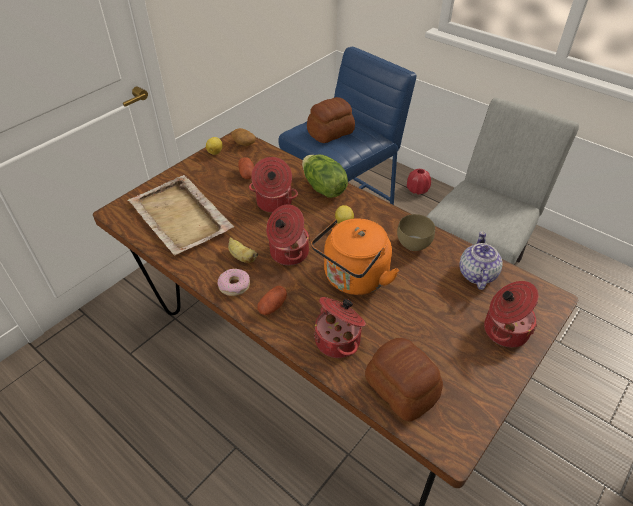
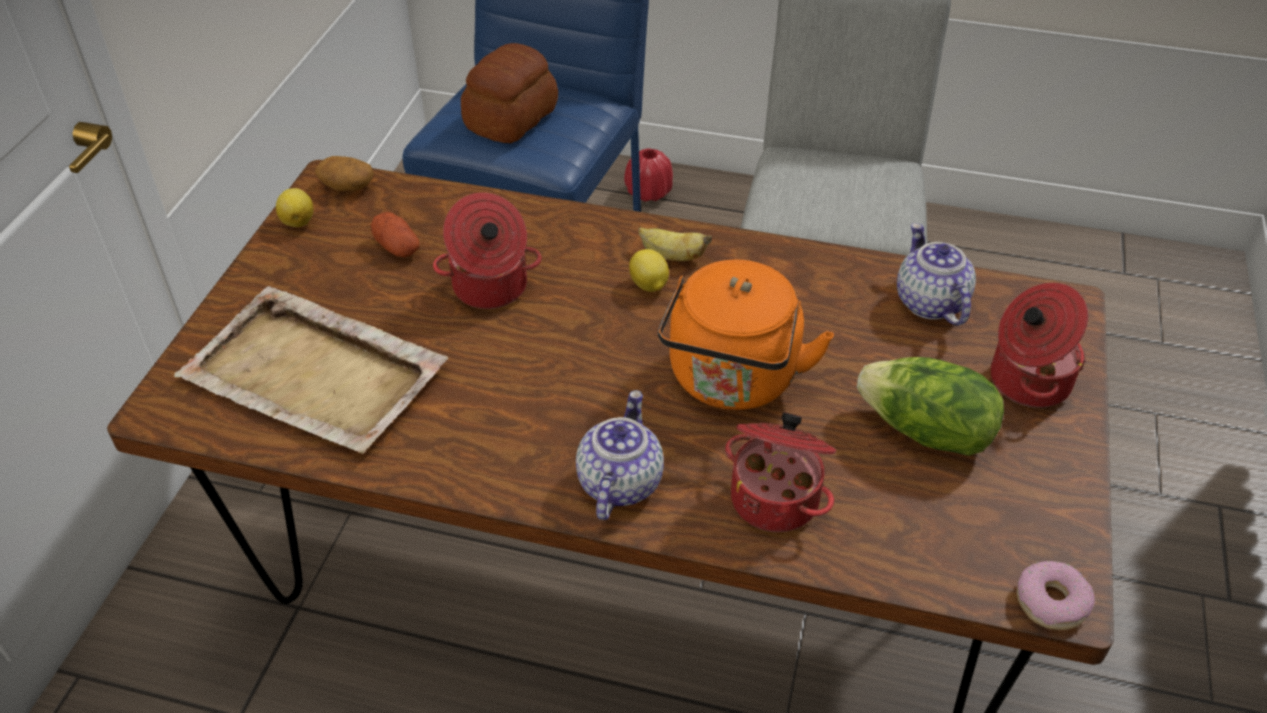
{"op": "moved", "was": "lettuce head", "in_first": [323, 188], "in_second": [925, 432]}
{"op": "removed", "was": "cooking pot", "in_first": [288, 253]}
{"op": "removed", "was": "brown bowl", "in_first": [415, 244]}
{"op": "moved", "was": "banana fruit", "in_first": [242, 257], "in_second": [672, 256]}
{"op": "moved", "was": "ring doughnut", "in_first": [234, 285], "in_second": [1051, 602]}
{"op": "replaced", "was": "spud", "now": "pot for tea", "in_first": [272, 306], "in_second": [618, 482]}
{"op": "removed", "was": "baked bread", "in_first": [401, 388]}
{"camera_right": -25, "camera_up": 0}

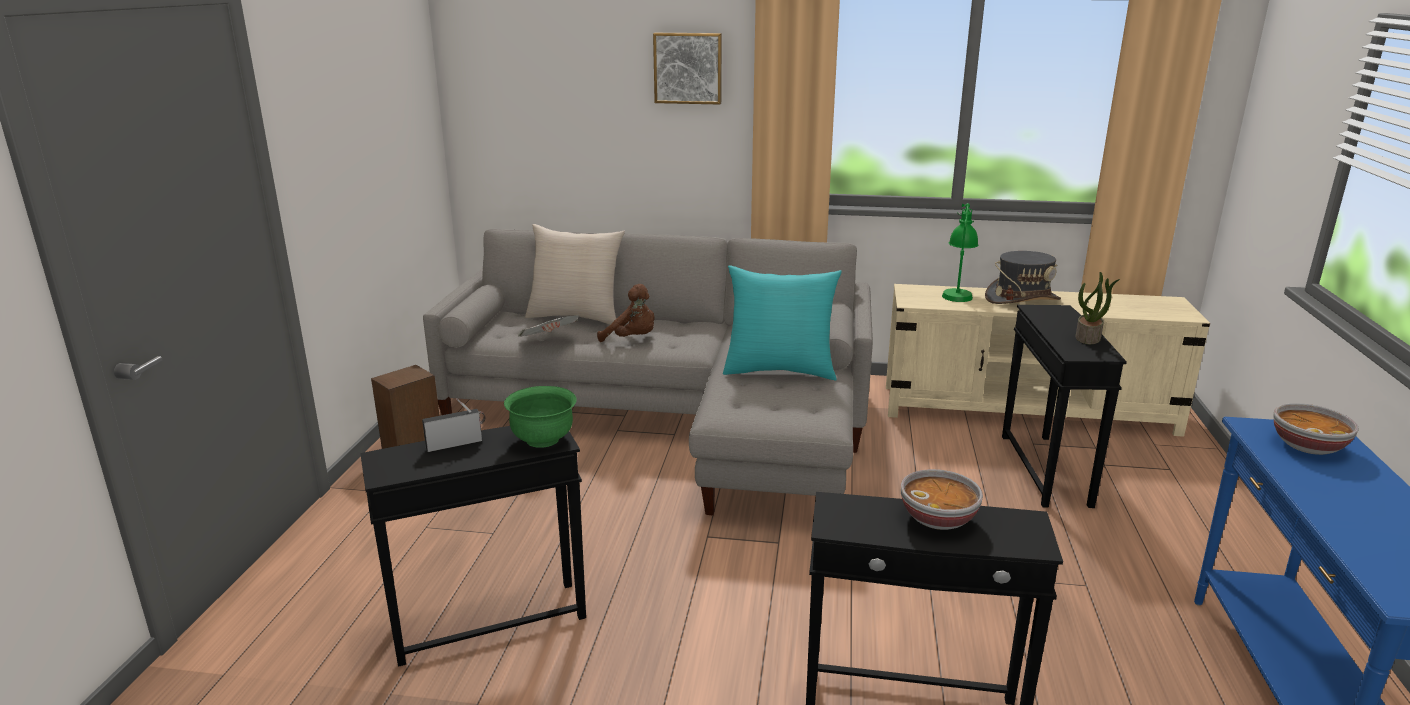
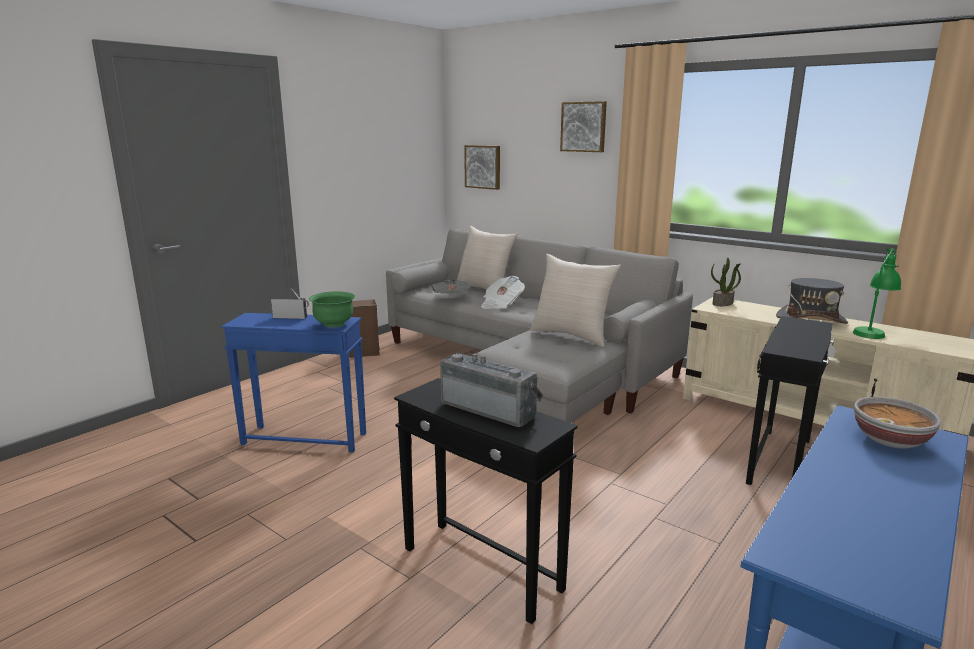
{"op": "moved", "was": "green table lamp", "in_first": [957, 292], "in_second": [872, 331]}
{"op": "recoloured", "was": "turquoise-coloured pillow", "now": "beige-coloured pillow", "in_first": [780, 370], "in_second": [572, 335]}
{"op": "moved", "was": "potted plant", "in_first": [1088, 338], "in_second": [722, 303]}
{"op": "replaced", "was": "brown soft toy", "now": "printed paper", "in_first": [632, 339], "in_second": [501, 304]}
{"op": "recoloured", "was": "black end table", "now": "blue-coloured end table", "in_first": [488, 621], "in_second": [304, 438]}
{"op": "replaced", "was": "bowl", "now": "radio", "in_first": [938, 518], "in_second": [491, 408]}
{"op": "added", "now": "wall art", "in_second": [483, 167]}
{"camera_right": 30, "camera_up": -5}

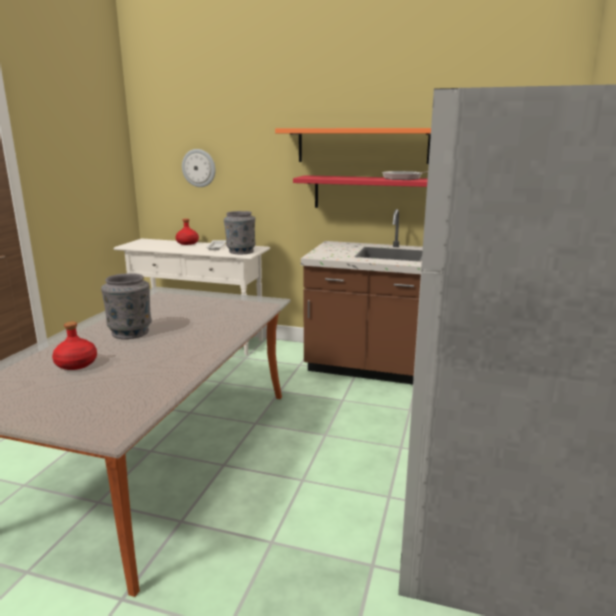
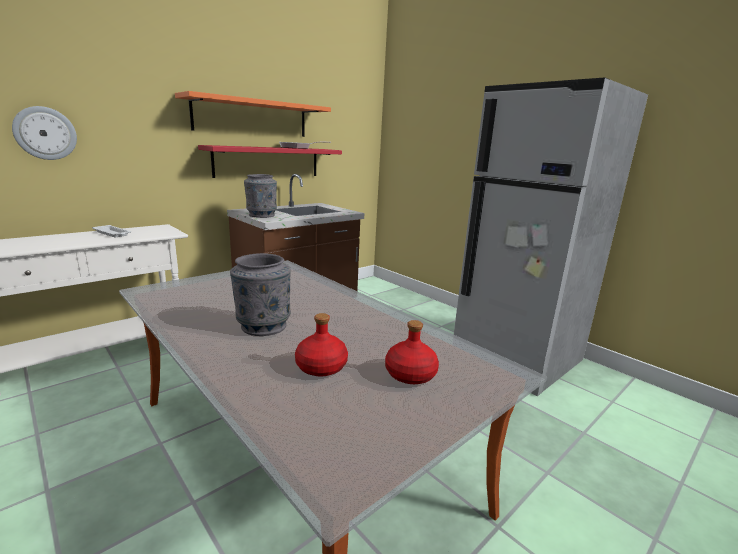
{"op": "moved", "was": "gray vase", "in_first": [240, 251], "in_second": [261, 215]}
{"op": "moved", "was": "red-coloured beverage bottle", "in_first": [187, 243], "in_second": [411, 374]}
{"camera_right": -60, "camera_up": 0}

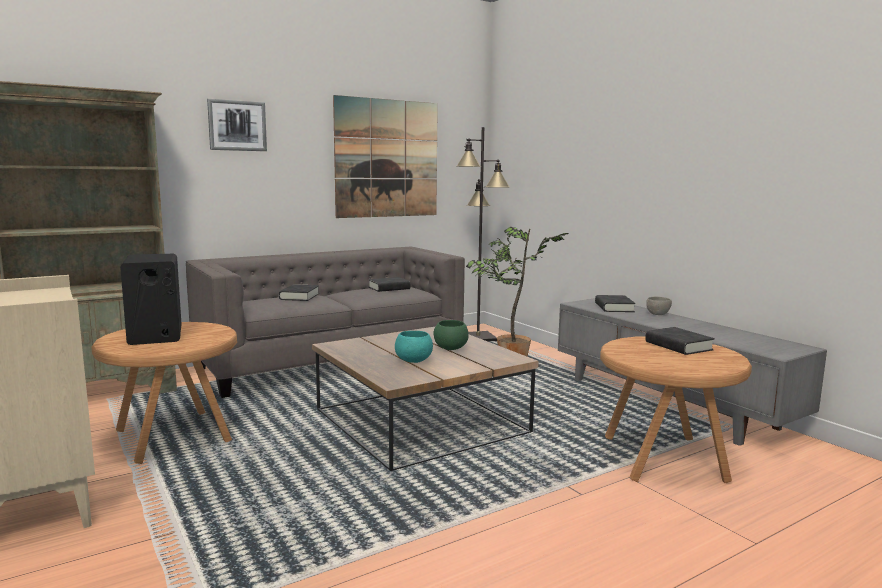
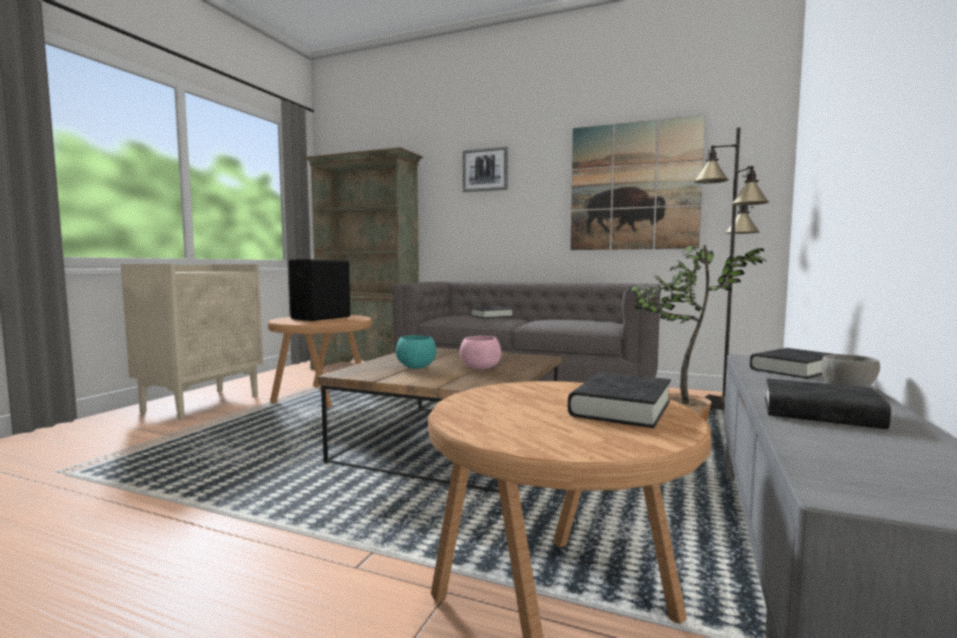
{"op": "moved", "was": "black bound book", "in_first": [389, 288], "in_second": [820, 413]}
{"op": "recoloured", "was": "green bowl", "now": "pink bowl", "in_first": [450, 349], "in_second": [480, 368]}
{"camera_right": 55, "camera_up": -5}

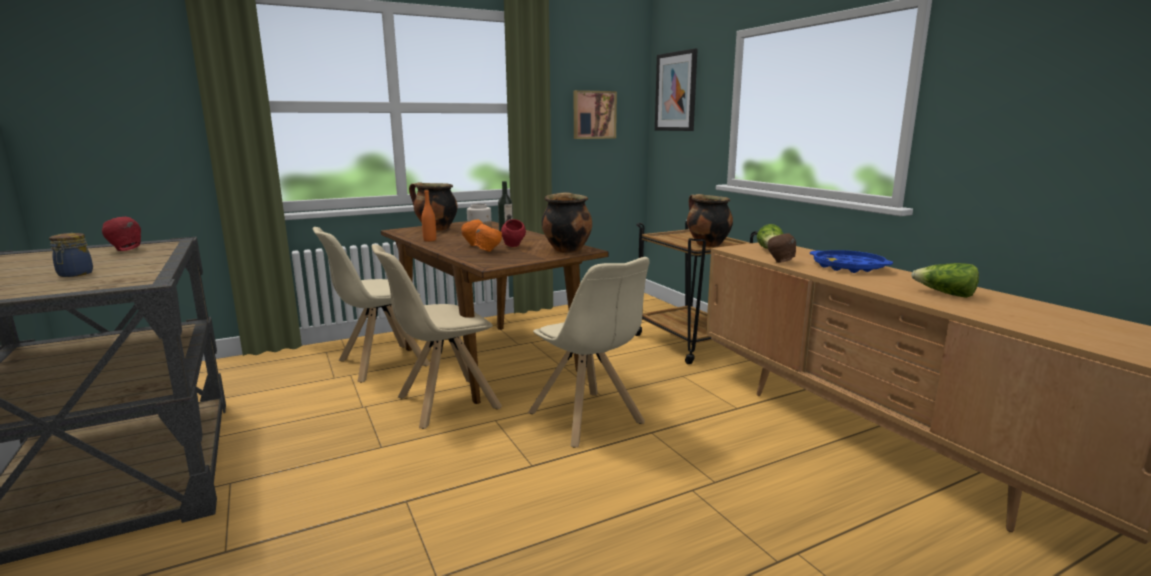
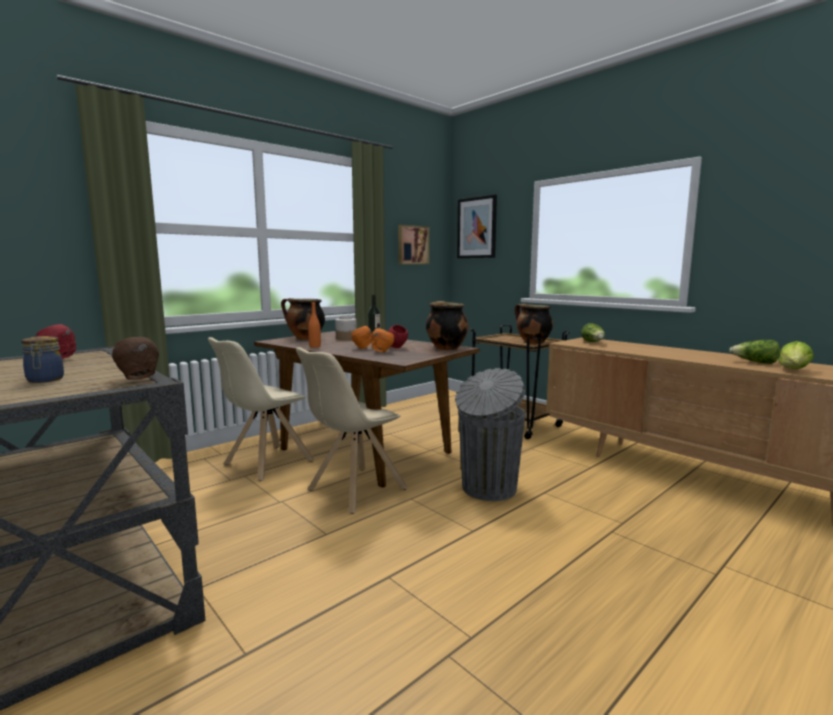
{"op": "moved", "was": "brown bowl", "in_first": [780, 262], "in_second": [138, 379]}
{"op": "removed", "was": "blue-coloured serving tray", "in_first": [848, 267]}
{"op": "replaced", "was": "beige-coloured chair", "now": "gray waste bin", "in_first": [588, 420], "in_second": [488, 489]}
{"op": "added", "now": "lettuce head", "in_second": [793, 370]}
{"camera_right": -15, "camera_up": -5}

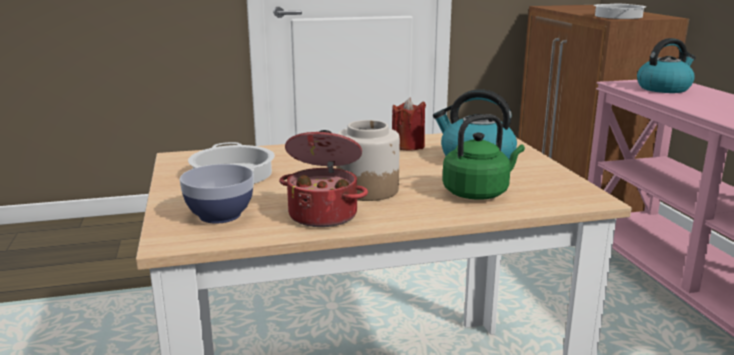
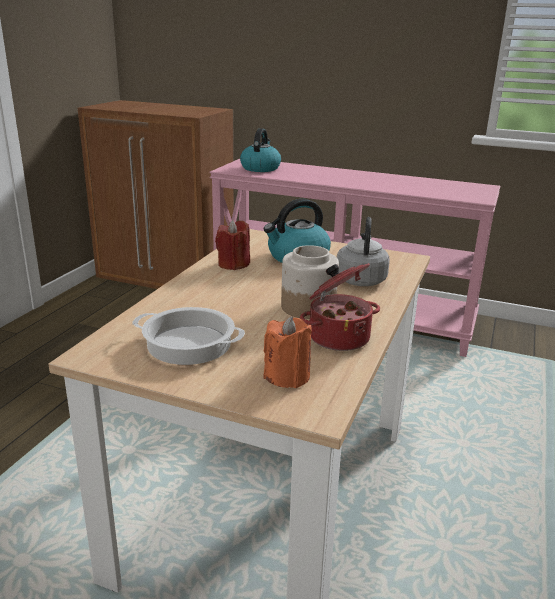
{"op": "removed", "was": "cooking pot", "in_first": [618, 16]}
{"op": "recoloured", "was": "green kettle", "now": "gray kettle", "in_first": [478, 193], "in_second": [361, 279]}
{"op": "replaced", "was": "bowl", "now": "orangey candle", "in_first": [220, 215], "in_second": [287, 376]}
{"camera_right": -55, "camera_up": 5}

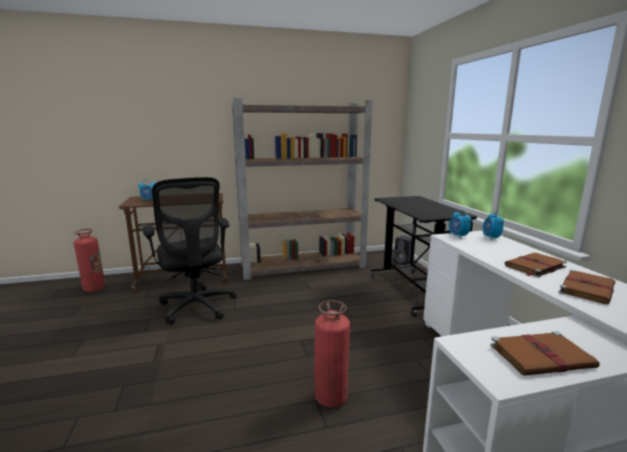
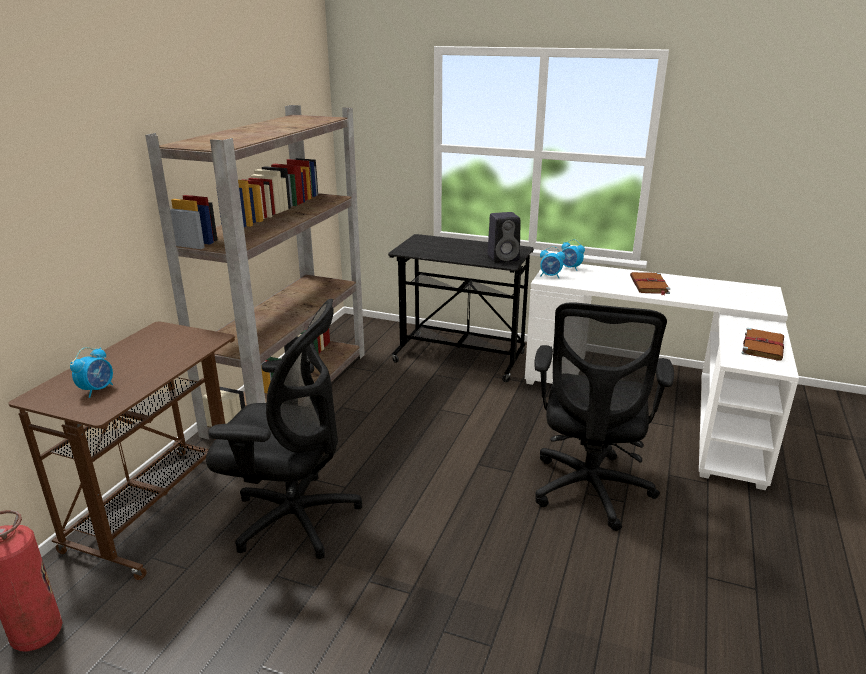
{"op": "moved", "was": "black audio speaker", "in_first": [404, 261], "in_second": [504, 258]}
{"op": "removed", "was": "brown bound book", "in_first": [587, 288]}
{"op": "replaced", "was": "fire extinguisher", "now": "black office chair", "in_first": [330, 397], "in_second": [588, 483]}
{"camera_right": -55, "camera_up": 10}

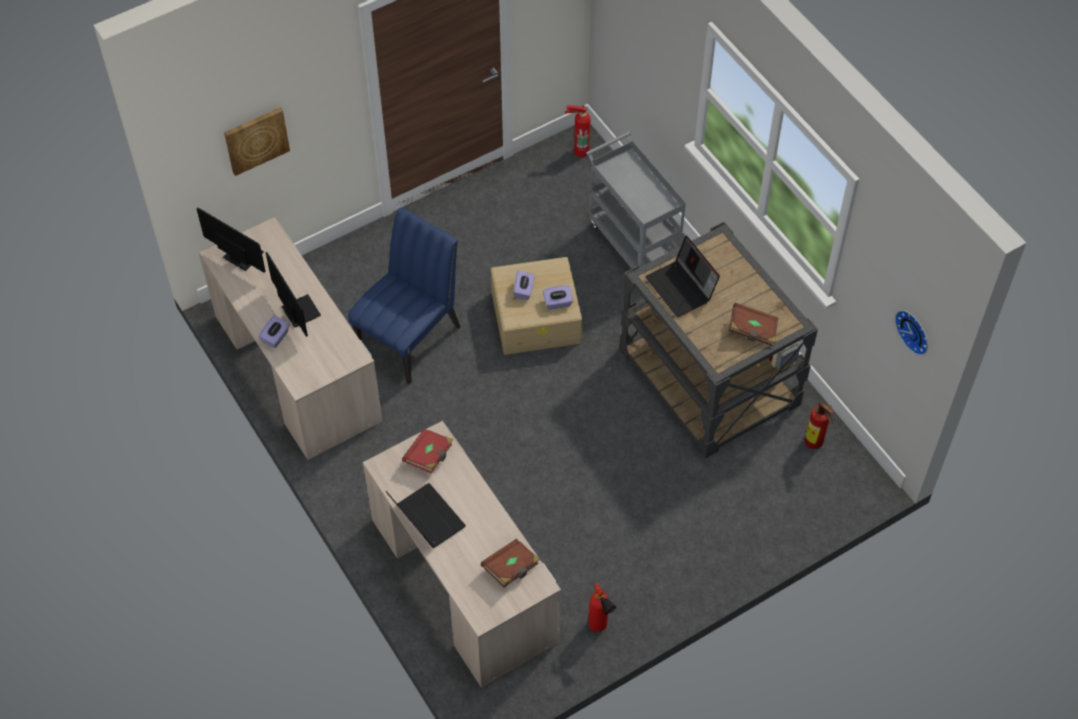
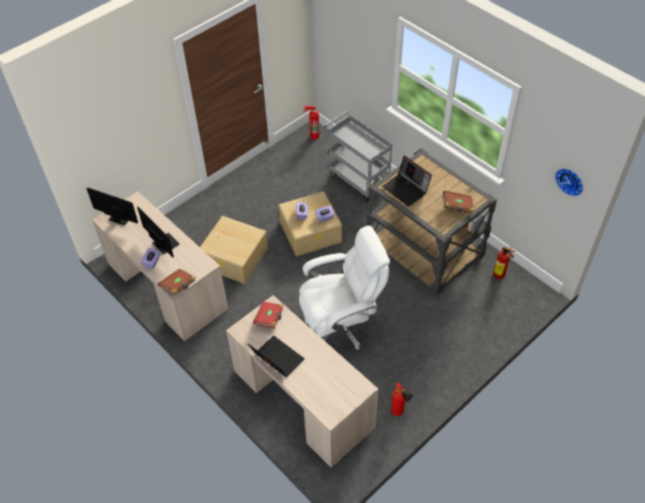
{"op": "removed", "was": "wall art", "in_first": [256, 140]}
{"op": "replaced", "was": "blue-coloured chair", "now": "beige-coloured storage bin", "in_first": [409, 340], "in_second": [235, 258]}
{"op": "moved", "was": "brown bound book", "in_first": [511, 568], "in_second": [178, 286]}
{"op": "added", "now": "white office chair", "in_second": [341, 325]}
{"camera_right": -10, "camera_up": -5}

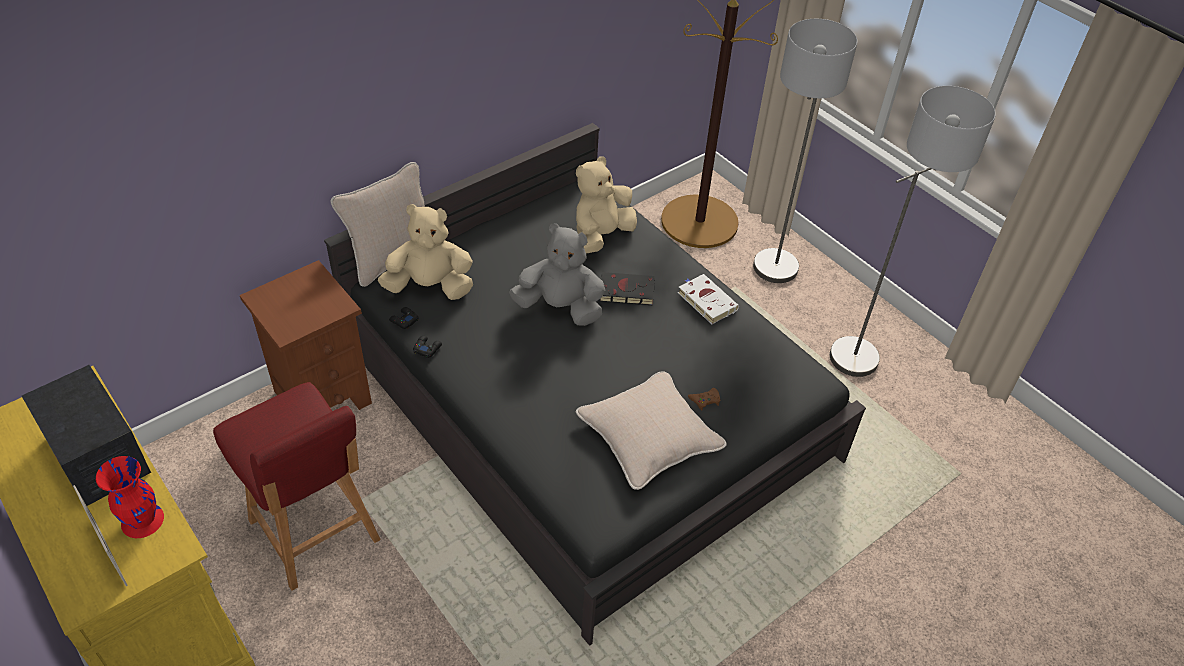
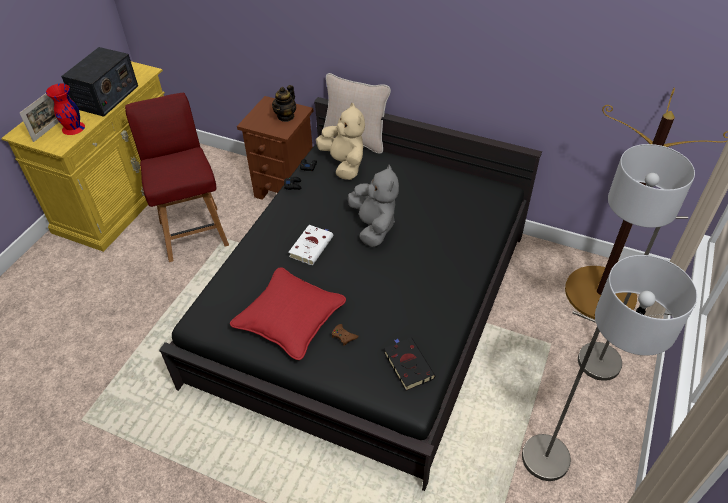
{"op": "removed", "was": "beige-coloured soft toy", "in_first": [601, 236]}
{"op": "moved", "was": "black bound book", "in_first": [624, 291], "in_second": [407, 364]}
{"op": "moved", "was": "white bound book", "in_first": [706, 300], "in_second": [311, 246]}
{"op": "recoloured", "was": "beige-coloured pillow", "now": "red-coloured pillow", "in_first": [649, 436], "in_second": [289, 317]}
{"op": "turned", "was": "red-coloured chair", "in_first": [315, 533], "in_second": [193, 232], "clockwise": 135}
{"op": "added", "now": "pot for tea", "in_second": [286, 116]}
{"camera_right": 65, "camera_up": 0}

